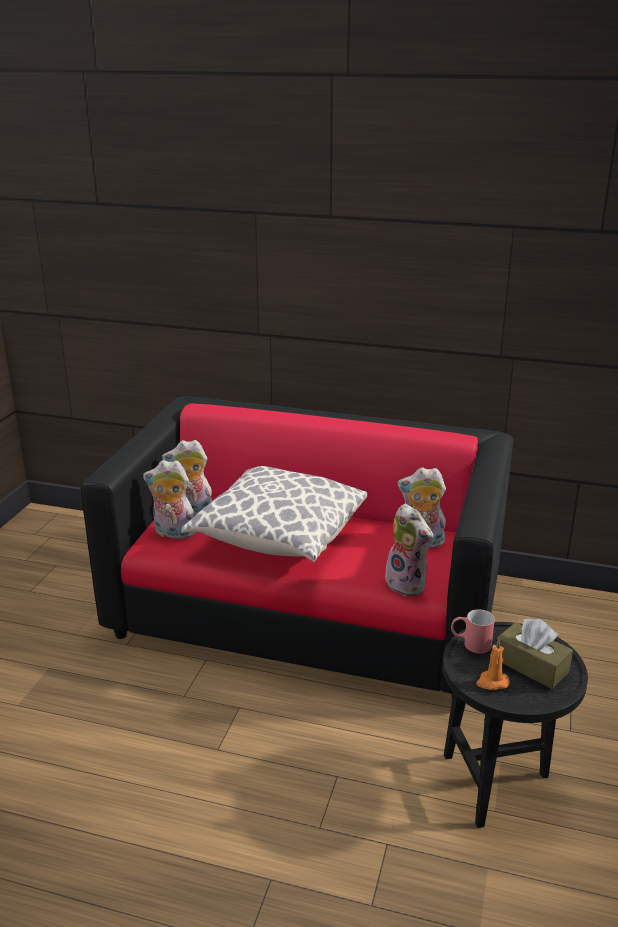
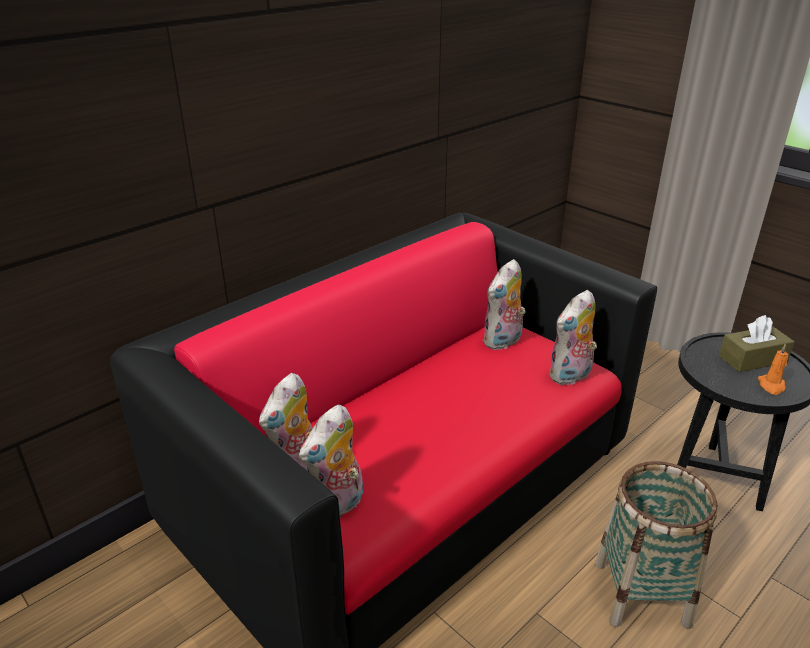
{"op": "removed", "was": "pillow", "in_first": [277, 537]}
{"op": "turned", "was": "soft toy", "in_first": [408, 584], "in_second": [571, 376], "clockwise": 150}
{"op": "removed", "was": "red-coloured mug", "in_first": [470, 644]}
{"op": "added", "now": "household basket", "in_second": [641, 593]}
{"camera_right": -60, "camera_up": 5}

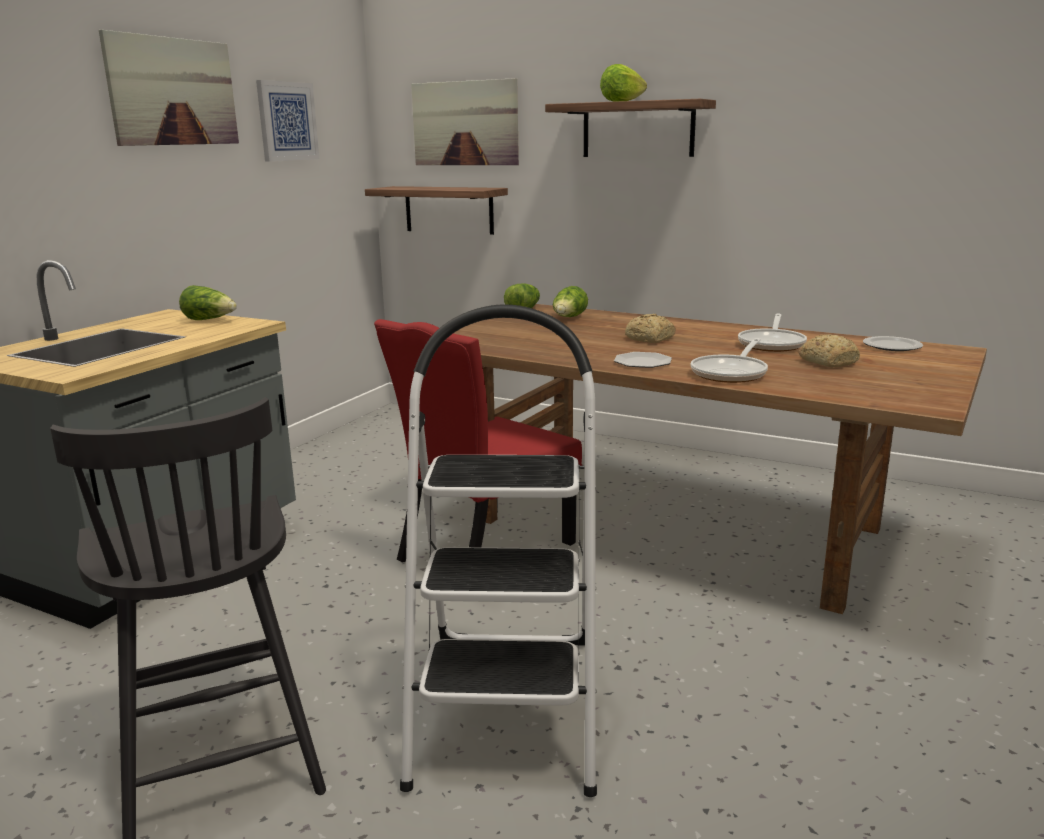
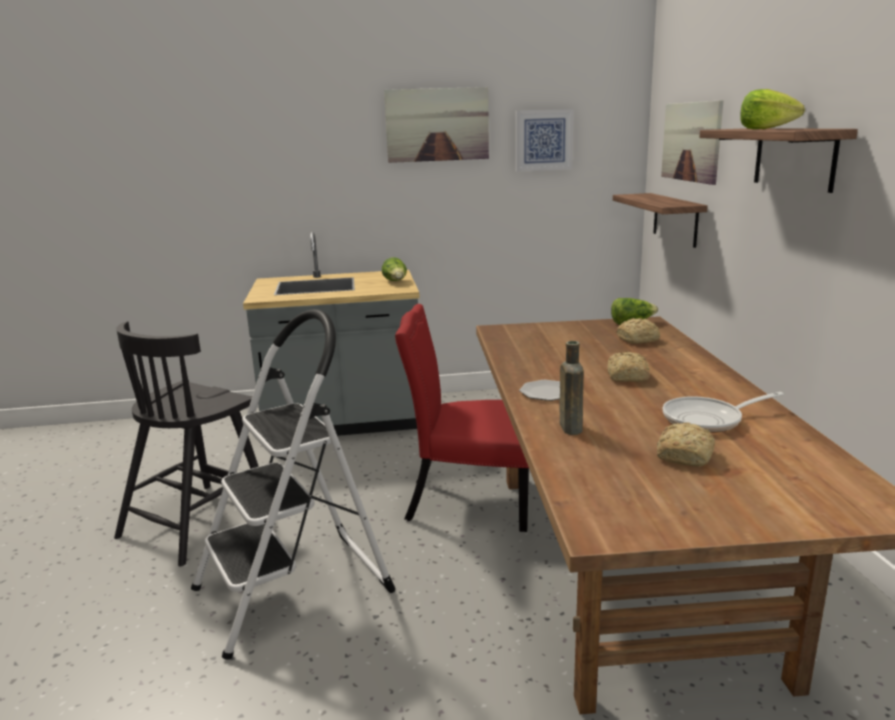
{"op": "replaced", "was": "lettuce head", "now": "baked bread", "in_first": [569, 318], "in_second": [638, 339]}
{"op": "removed", "was": "dinner plate", "in_first": [891, 346]}
{"op": "replaced", "was": "skillet", "now": "brown beverage bottle", "in_first": [731, 373], "in_second": [570, 427]}
{"camera_right": 55, "camera_up": 0}

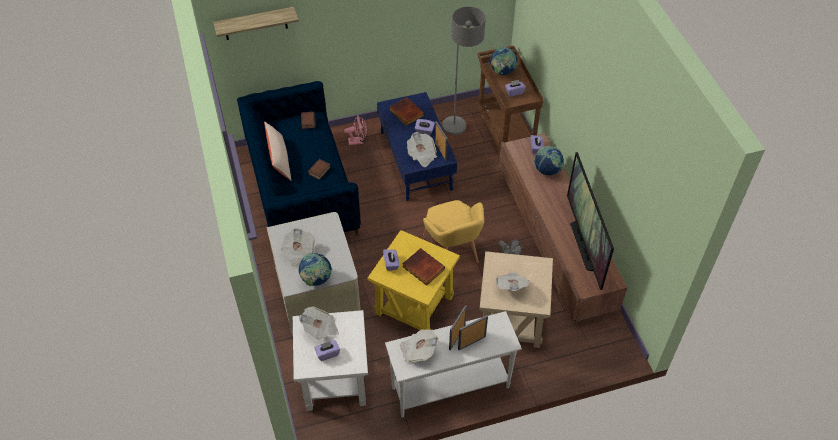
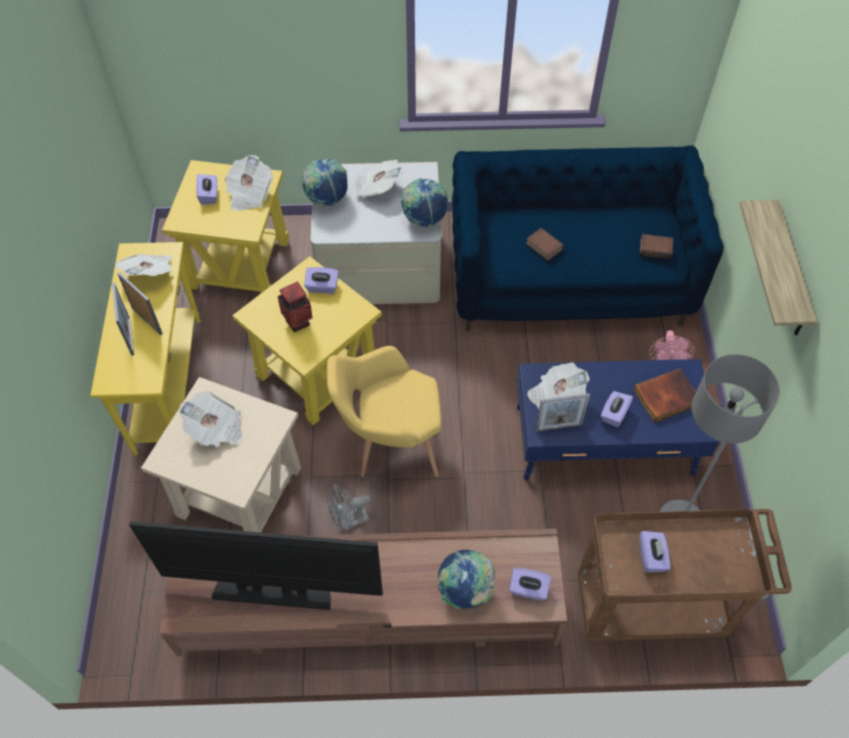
{"op": "moved", "was": "wall shelf", "in_first": [255, 23], "in_second": [790, 273]}
{"op": "moved", "was": "world globe", "in_first": [502, 72], "in_second": [424, 219]}
{"op": "removed", "was": "beige-coloured pillow", "in_first": [279, 160]}
{"op": "replaced", "was": "bound book", "now": "vase", "in_first": [422, 268], "in_second": [298, 322]}
{"op": "recoloured", "was": "white end table", "now": "yellow end table", "in_first": [335, 380], "in_second": [239, 264]}
{"op": "recoloured", "was": "white console table", "now": "yellow console table", "in_first": [450, 389], "in_second": [167, 384]}
{"camera_right": 105, "camera_up": 5}

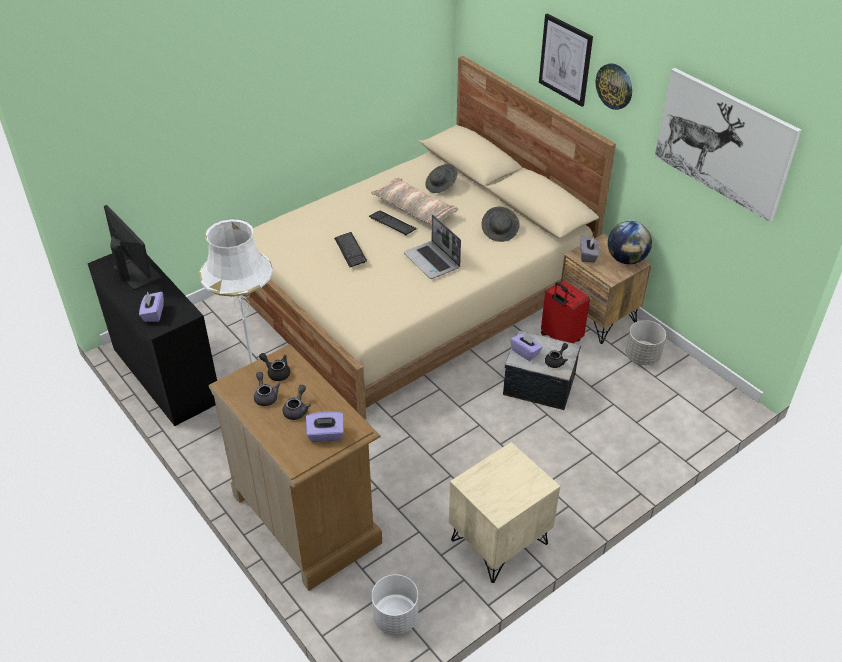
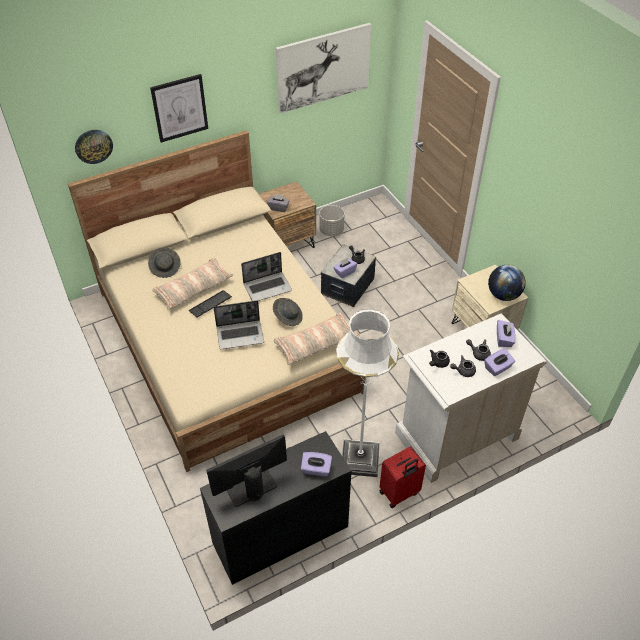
{"op": "moved", "was": "wall clock", "in_first": [614, 86], "in_second": [93, 146]}
{"op": "moved", "was": "gray clothing hat", "in_first": [500, 231], "in_second": [288, 317]}
{"op": "moved", "was": "world globe", "in_first": [626, 259], "in_second": [503, 295]}
{"op": "replaced", "was": "PC keyboard", "now": "notebook computer", "in_first": [350, 250], "in_second": [240, 335]}
{"op": "moved", "was": "red-coloured travel case", "in_first": [560, 338], "in_second": [399, 493]}
{"op": "recoloured", "was": "brown chest of drawers", "now": "white chest of drawers", "in_first": [306, 518], "in_second": [456, 436]}
{"op": "removed", "was": "white flower pot", "in_first": [395, 617]}
{"op": "added", "now": "pillow", "in_second": [316, 343]}
{"op": "added", "now": "purplish tissue box", "in_second": [498, 368]}
{"camera_right": -80, "camera_up": 5}

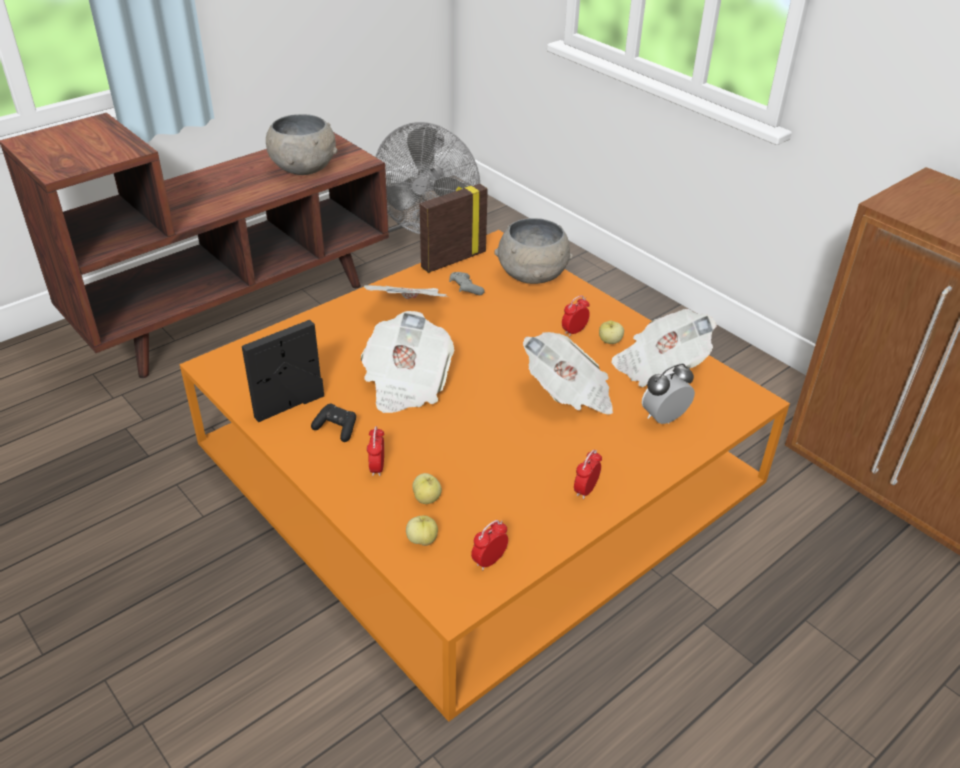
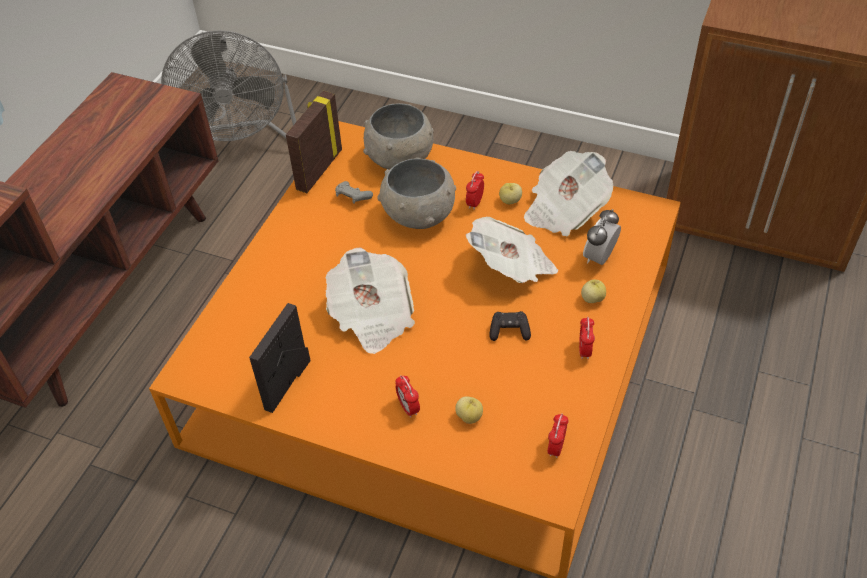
{"op": "moved", "was": "gray bowl", "in_first": [303, 168], "in_second": [419, 214]}
{"op": "removed", "was": "printed paper", "in_first": [410, 309]}
{"op": "moved", "was": "black game controller", "in_first": [336, 428], "in_second": [509, 331]}
{"op": "moved", "was": "whole apple", "in_first": [422, 540], "in_second": [592, 299]}
{"camera_right": -25, "camera_up": 10}

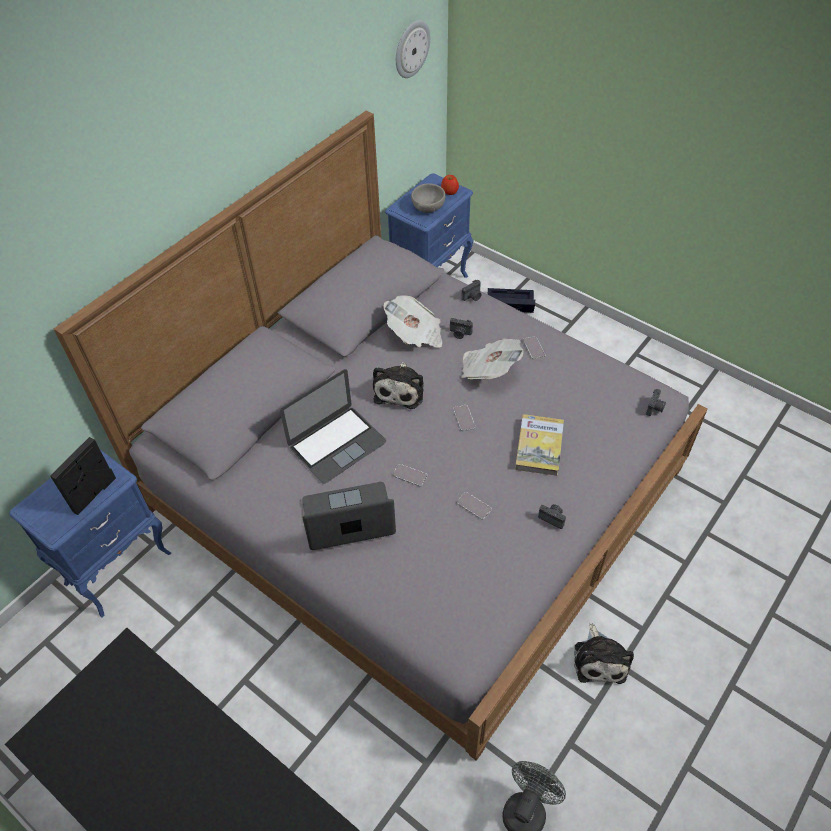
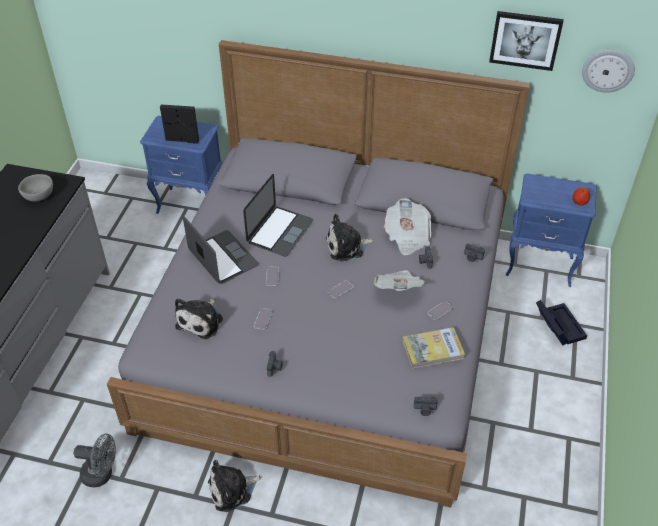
{"op": "moved", "was": "gray bowl", "in_first": [429, 207], "in_second": [39, 196]}
{"op": "turned", "was": "notebook computer", "in_first": [337, 444], "in_second": [280, 231], "clockwise": -90}
{"op": "moved", "was": "bound book", "in_first": [539, 446], "in_second": [432, 349]}
{"op": "added", "now": "wall art", "in_second": [525, 40]}
{"op": "added", "now": "soft toy", "in_second": [201, 321]}
{"camera_right": 65, "camera_up": -5}

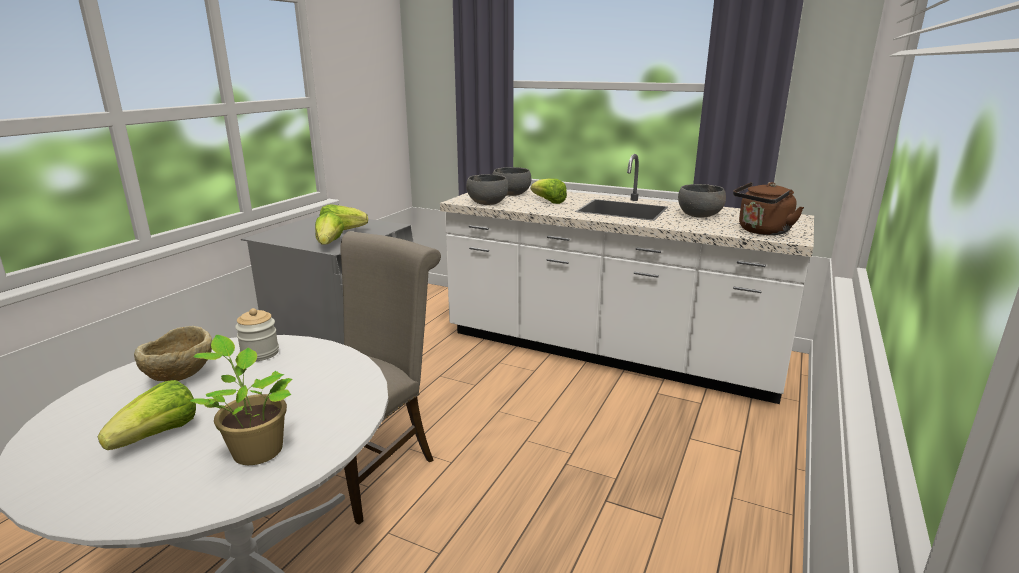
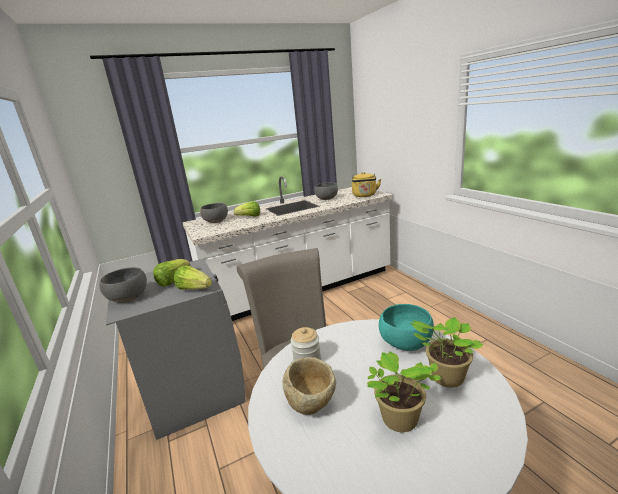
{"op": "moved", "was": "gray bowl", "in_first": [487, 202], "in_second": [128, 297]}
{"op": "recoloured", "was": "brown kettle", "now": "yellow kettle", "in_first": [762, 231], "in_second": [364, 195]}
{"op": "replaced", "was": "lettuce head", "now": "potted plant", "in_first": [159, 435], "in_second": [399, 421]}
{"op": "added", "now": "turquoise-coloured bowl", "in_second": [405, 342]}
{"camera_right": -50, "camera_up": 0}

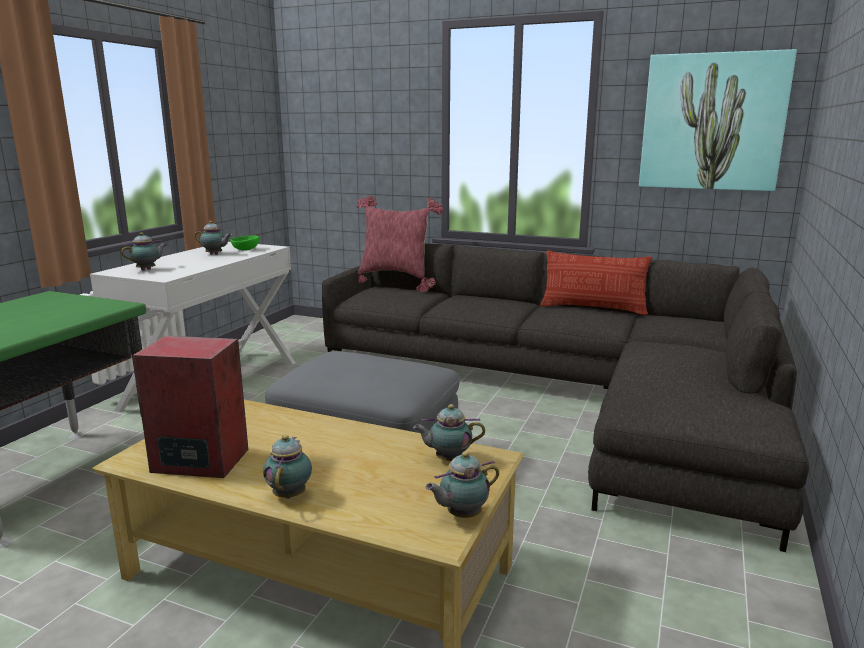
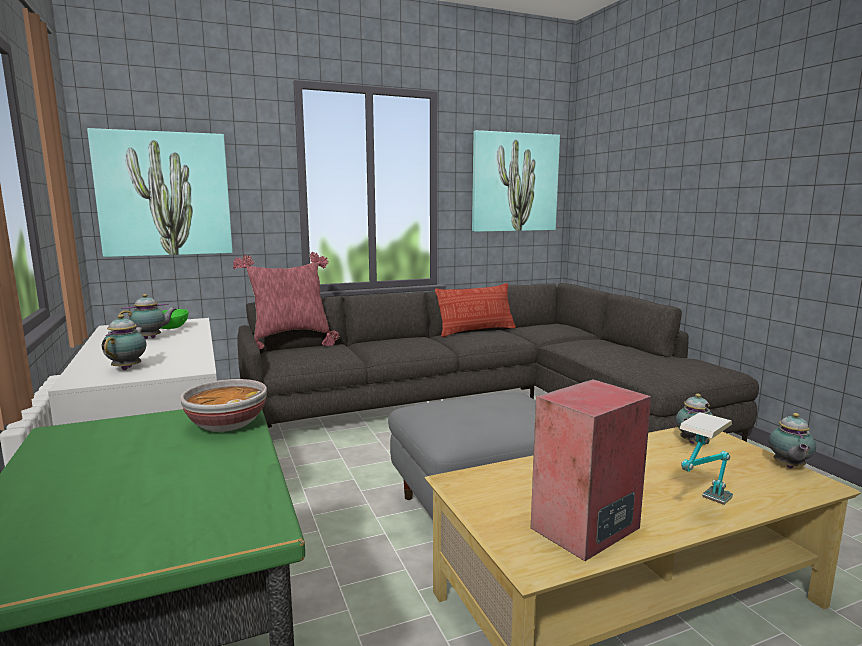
{"op": "replaced", "was": "pot for tea", "now": "table lamp", "in_first": [290, 494], "in_second": [702, 510]}
{"op": "added", "now": "wall art", "in_second": [164, 194]}
{"op": "added", "now": "bowl", "in_second": [226, 424]}
{"camera_right": -45, "camera_up": -5}

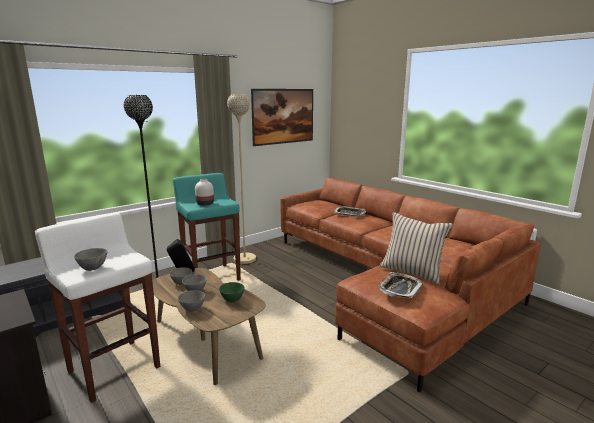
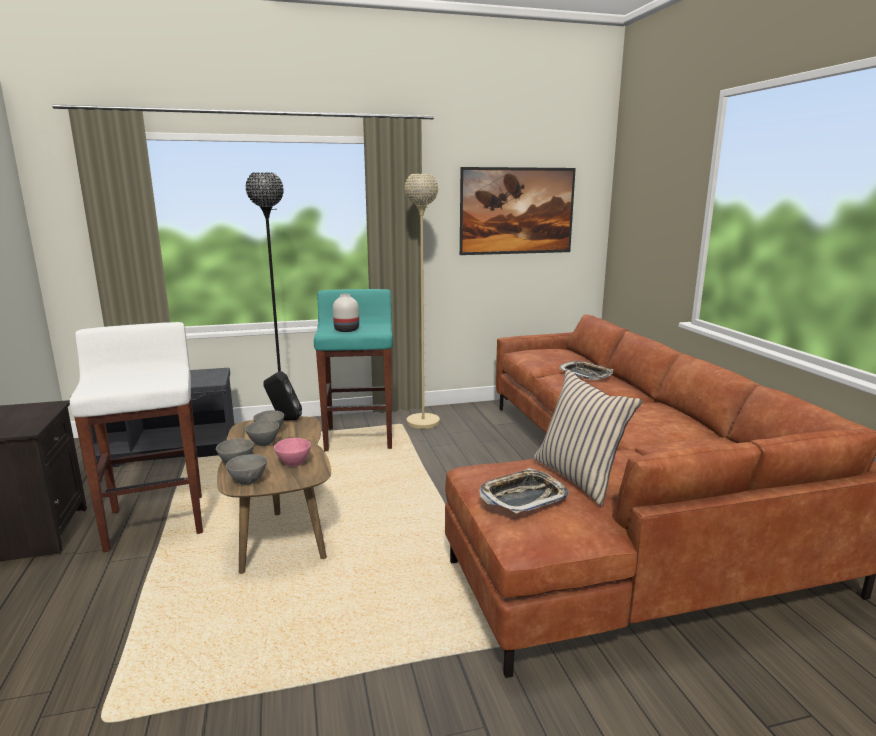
{"op": "moved", "was": "gray bowl", "in_first": [93, 268], "in_second": [248, 481]}
{"op": "recoloured", "was": "green bowl", "now": "pink bowl", "in_first": [232, 300], "in_second": [293, 463]}
{"camera_right": 25, "camera_up": 0}

